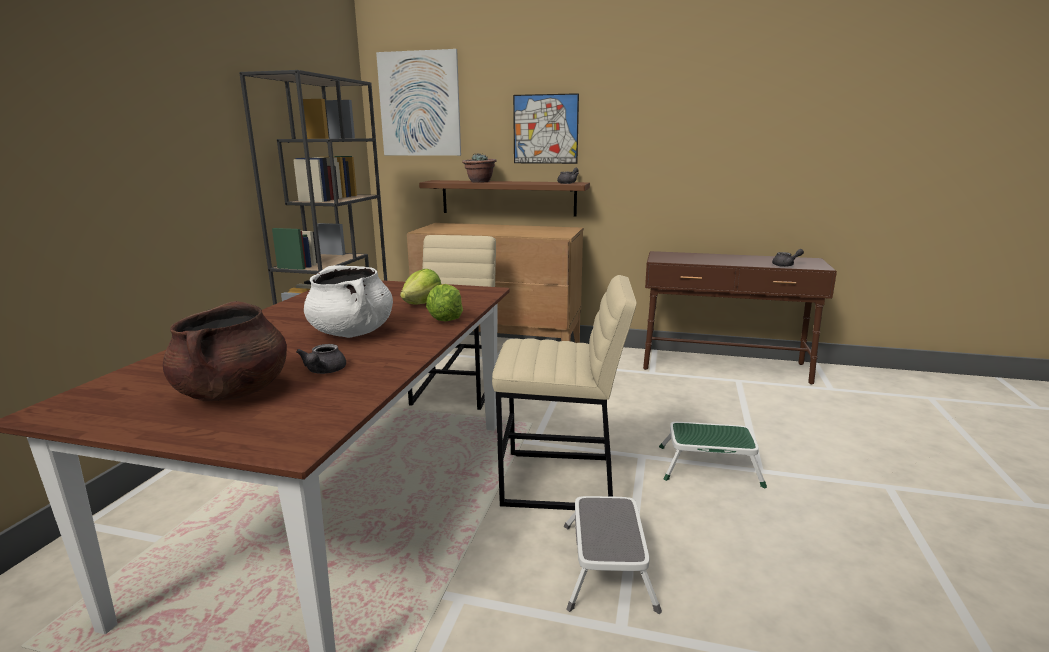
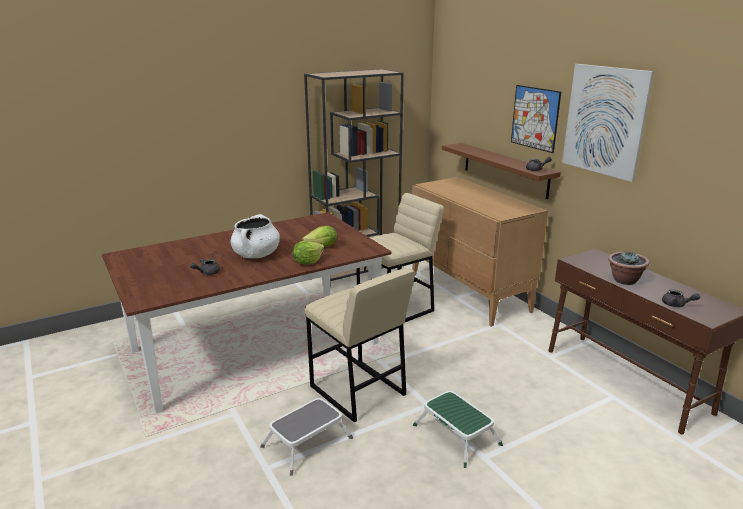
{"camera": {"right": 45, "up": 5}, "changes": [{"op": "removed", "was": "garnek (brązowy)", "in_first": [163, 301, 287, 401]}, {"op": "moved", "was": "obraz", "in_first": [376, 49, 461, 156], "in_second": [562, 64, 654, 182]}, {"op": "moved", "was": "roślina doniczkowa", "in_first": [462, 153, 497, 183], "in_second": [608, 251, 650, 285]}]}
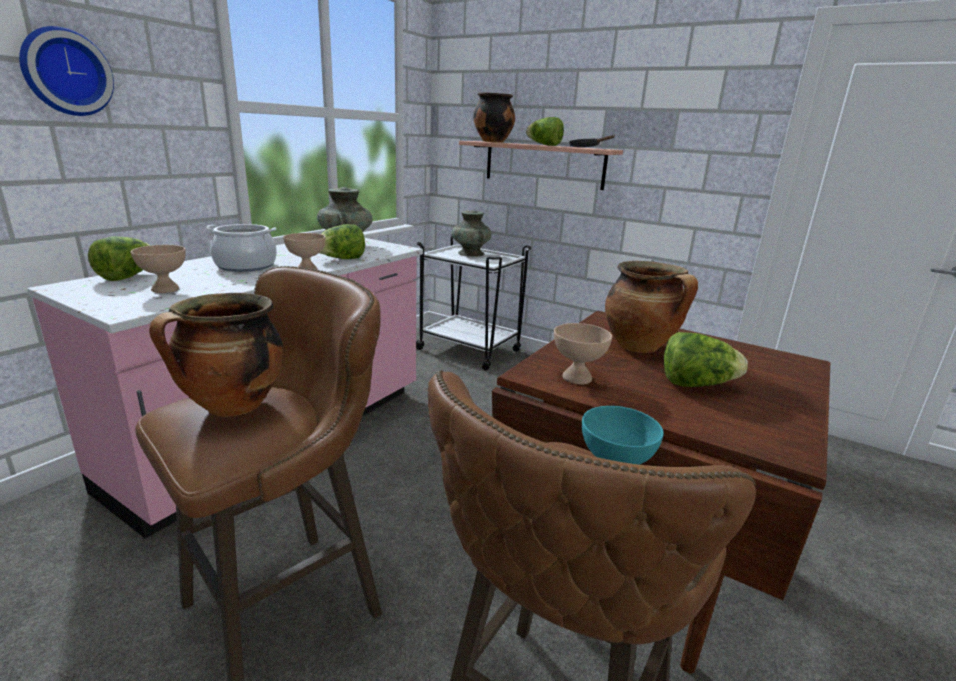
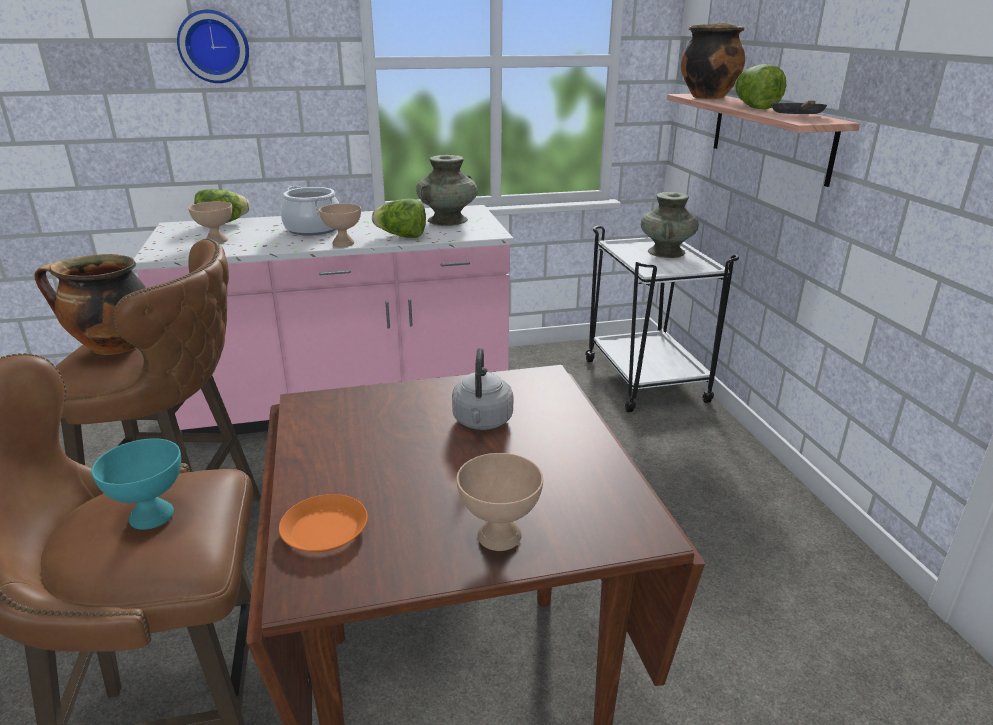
{"camera": {"right": 45, "up": 5}, "changes": [{"op": "removed", "was": "sałata", "in_first": [664, 332, 748, 387]}, {"op": "added", "now": "talerz (pomarańczowy)", "in_second": [279, 494, 368, 552]}, {"op": "moved", "was": "miska (beżowy)", "in_first": [554, 323, 612, 385], "in_second": [457, 453, 543, 551]}, {"op": "replaced", "was": "garnek", "now": "czajnik (szary)", "in_first": [605, 261, 698, 353], "in_second": [452, 348, 513, 430]}]}
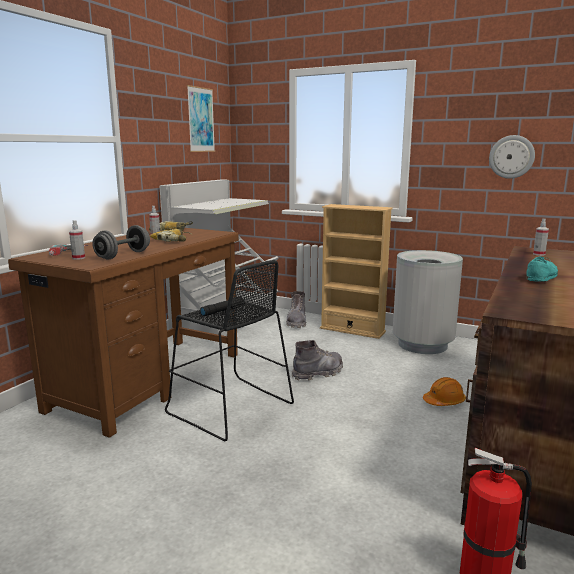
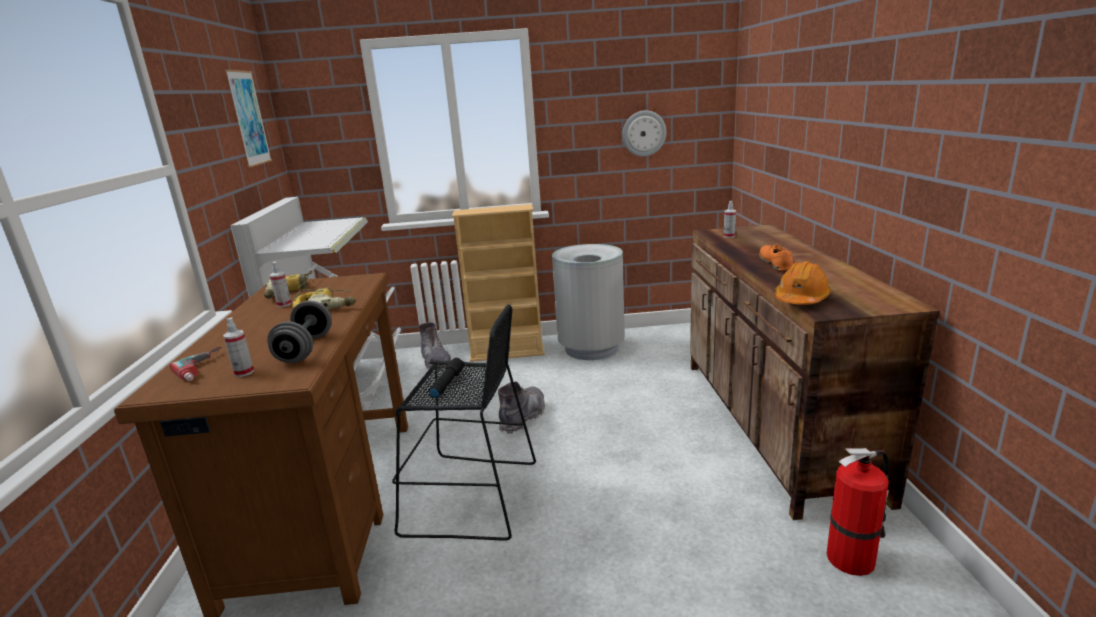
{"camera": {"right": -30, "up": 5}, "changes": [{"op": "moved", "was": "kask (pomarańczowy)", "in_first": [423, 377, 466, 406], "in_second": [775, 261, 831, 305]}, {"op": "recoloured", "was": "but (turkusowy)", "now": "but (pomarańczowy)", "in_first": [526, 256, 558, 282], "in_second": [759, 244, 793, 271]}]}
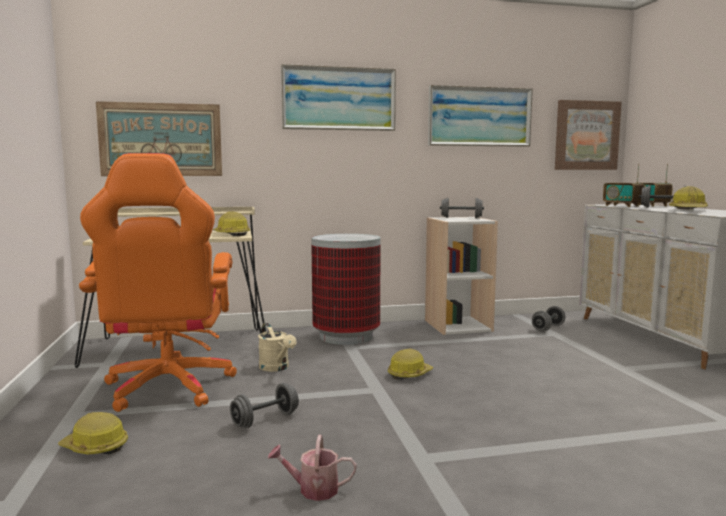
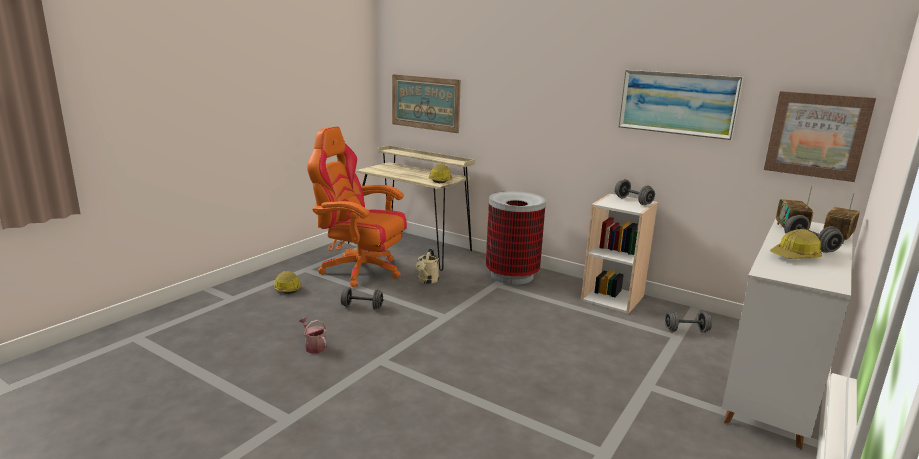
{"camera": {"right": 45, "up": 10}, "changes": [{"op": "removed", "was": "obraz", "in_first": [281, 64, 396, 131]}, {"op": "removed", "was": "kask", "in_first": [388, 349, 433, 380]}, {"op": "turned", "was": "krzesło biurowe (pomarańczowy)", "in_first": [79, 153, 237, 412], "in_second": [307, 127, 407, 287], "clockwise": 75}]}
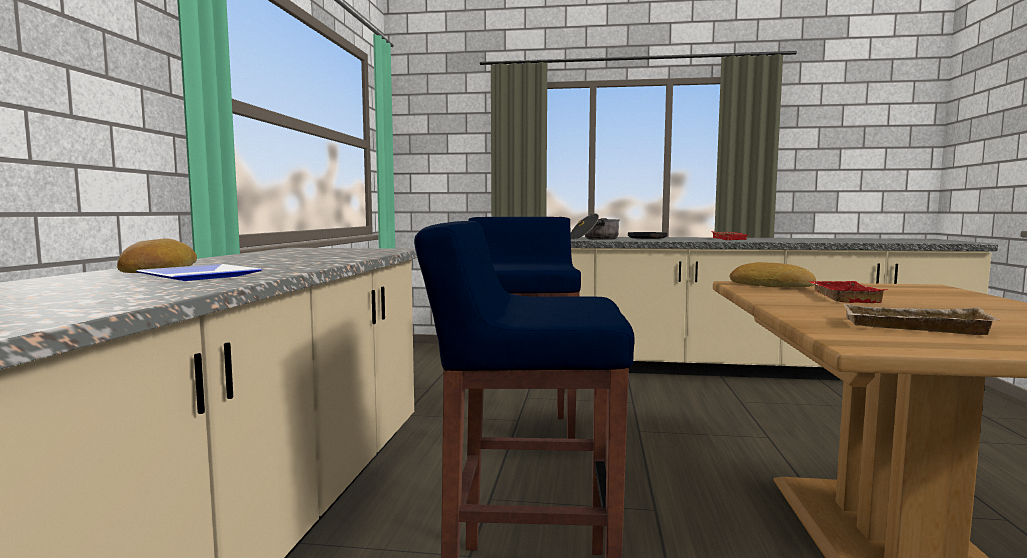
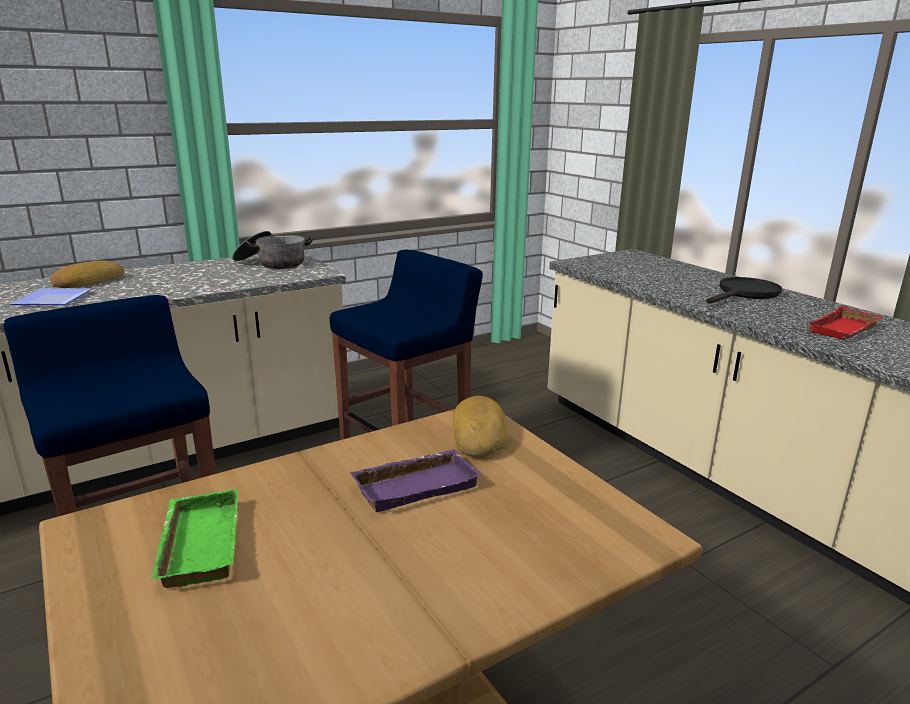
{"camera": {"right": 50, "up": 15}, "changes": [{"op": "moved", "was": "garnek", "in_first": [571, 213, 620, 240], "in_second": [232, 231, 313, 269]}, {"op": "recoloured", "was": "taca (czerwony)", "now": "taca (fioletowy)", "in_first": [808, 281, 888, 303], "in_second": [350, 449, 481, 512]}, {"op": "recoloured", "was": "taca (beżowy)", "now": "taca (zielony)", "in_first": [843, 303, 1000, 335], "in_second": [151, 489, 238, 588]}]}
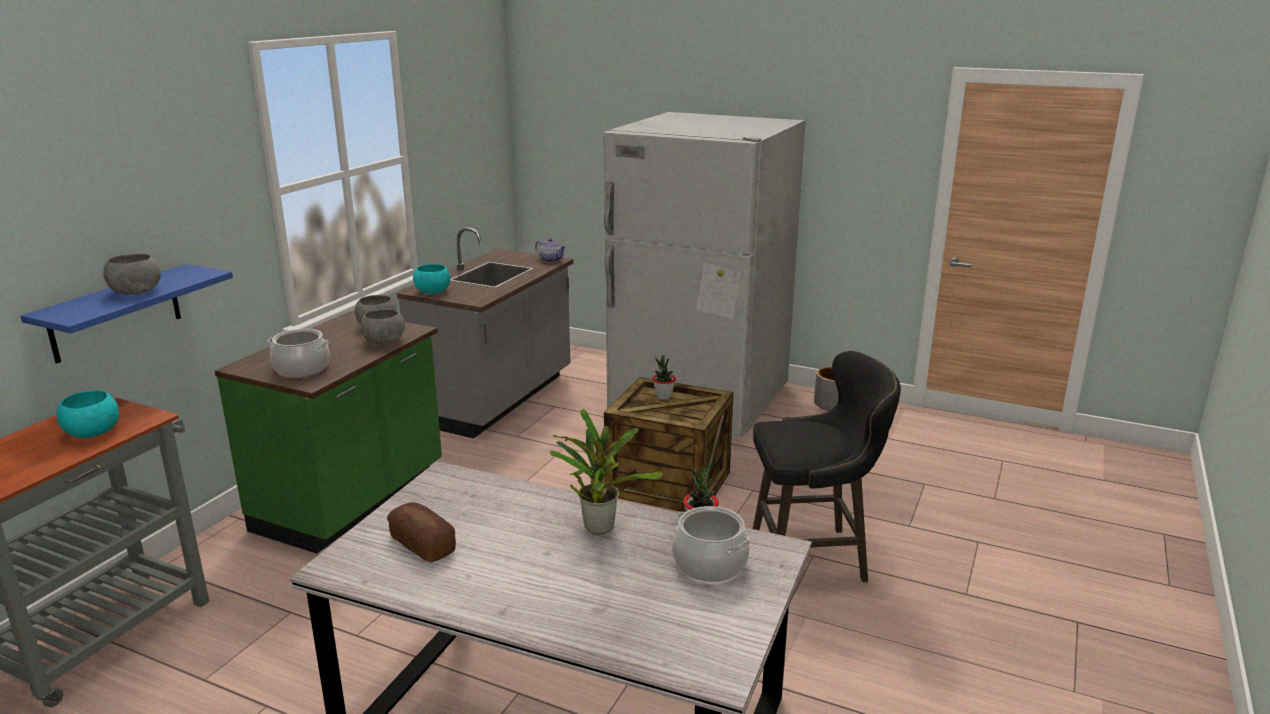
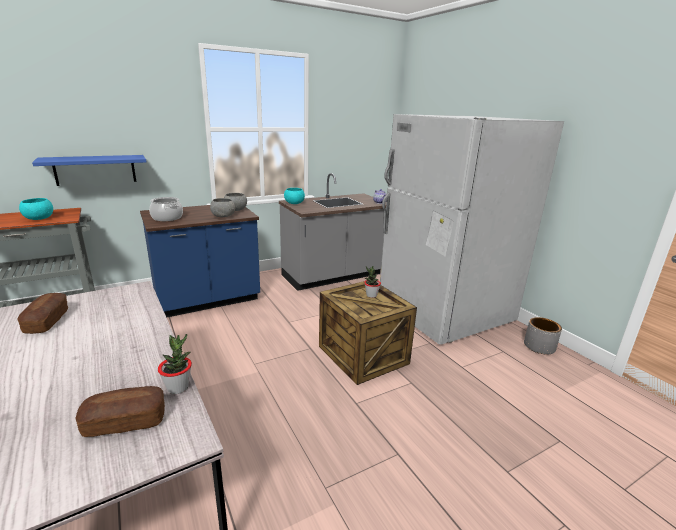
{"camera": {"right": 35, "up": 0}, "changes": [{"op": "removed", "was": "miska (szary)", "in_first": [103, 253, 161, 295]}, {"op": "removed", "was": "roślina doniczkowa", "in_first": [550, 409, 663, 534]}, {"op": "removed", "was": "stołek (czarny)", "in_first": [753, 350, 901, 582]}, {"op": "replaced", "was": "garnek", "now": "chleb", "in_first": [672, 506, 750, 582], "in_second": [75, 386, 165, 437]}, {"op": "recoloured", "was": "zabudowa kuchenna (zielony)", "now": "zabudowa kuchenna (niebieski)", "in_first": [215, 312, 442, 554], "in_second": [140, 205, 260, 318]}]}
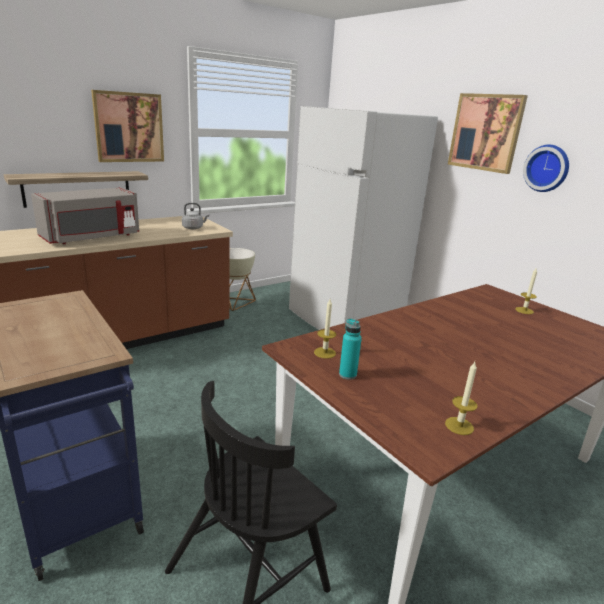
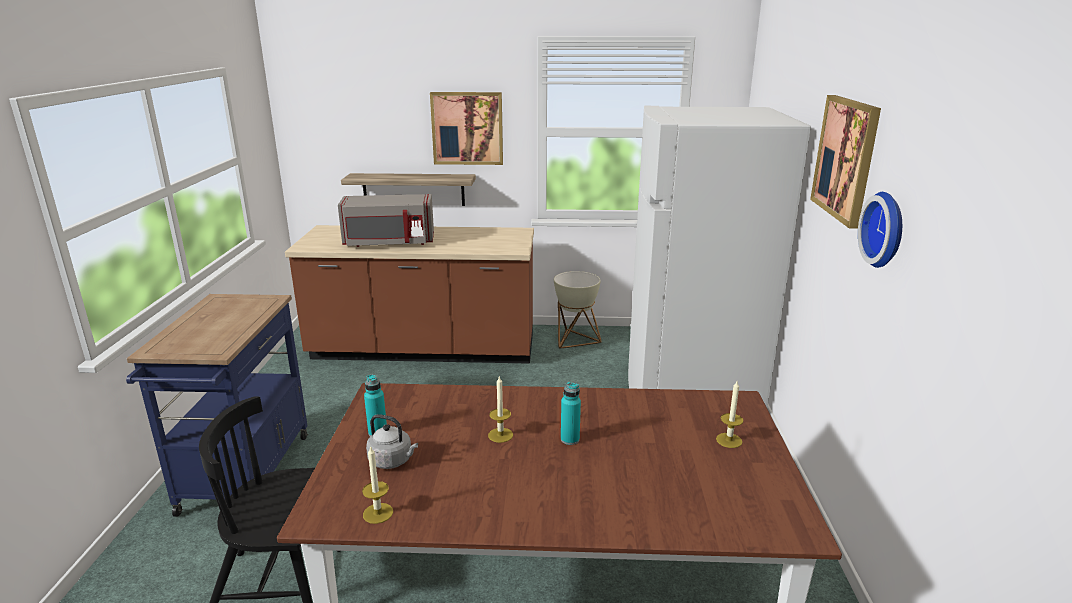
{"camera": {"right": 40, "up": 0}, "changes": [{"op": "added", "now": "butelka (turkusowy)", "in_second": [561, 382, 581, 445]}, {"op": "moved", "was": "czajnik (szary)", "in_first": [182, 203, 209, 229], "in_second": [366, 414, 418, 469]}, {"op": "moved", "was": "świeca", "in_first": [314, 299, 336, 359], "in_second": [488, 376, 513, 443]}]}
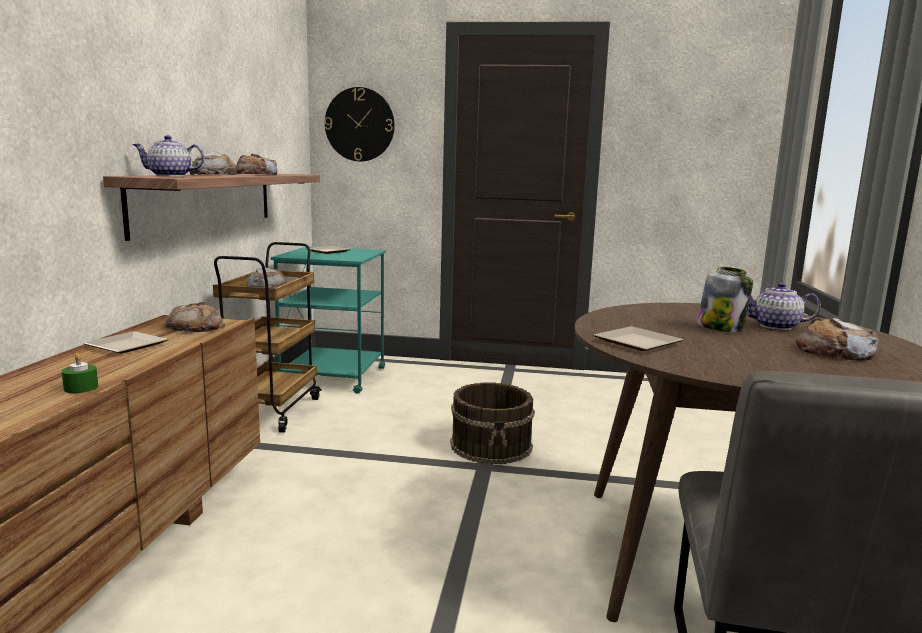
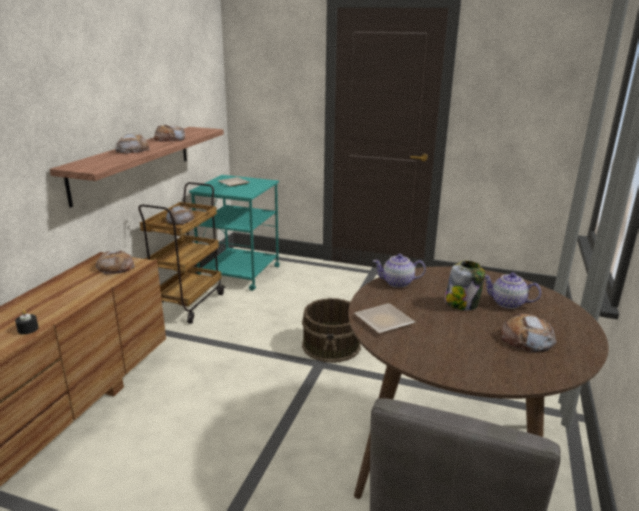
{"camera": {"right": 10, "up": 10}, "changes": [{"op": "removed", "was": "talerz", "in_first": [83, 331, 168, 354]}, {"op": "removed", "was": "zegar ścienny", "in_first": [324, 87, 395, 161]}, {"op": "moved", "was": "imbryk", "in_first": [132, 135, 204, 176], "in_second": [373, 254, 426, 288]}, {"op": "recoloured", "was": "świeca (zielony)", "now": "świeca (czarny)", "in_first": [62, 353, 98, 393], "in_second": [15, 310, 39, 334]}]}
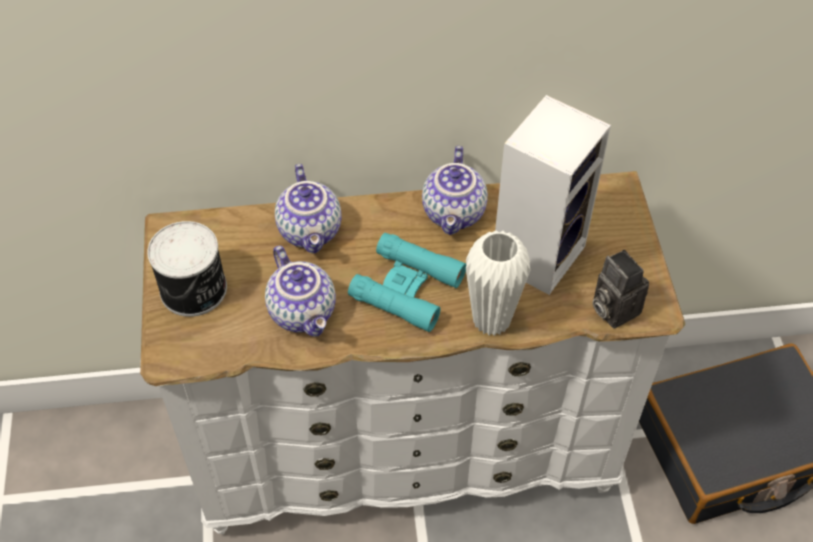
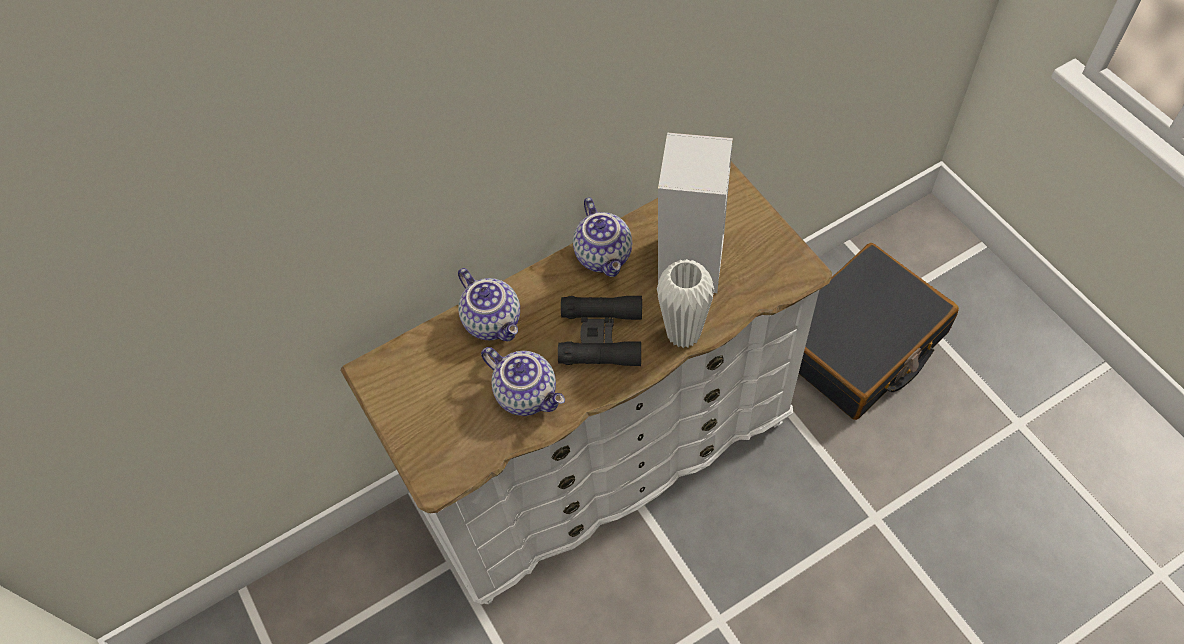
{"camera": {"right": -20, "up": 5}, "changes": [{"op": "removed", "was": "puszka", "in_first": [147, 221, 227, 317]}, {"op": "removed", "was": "aparat fotograficzny", "in_first": [593, 250, 649, 328]}, {"op": "recoloured", "was": "lornetka (turkusowy)", "now": "lornetka (czarny)", "in_first": [348, 233, 466, 332], "in_second": [558, 296, 642, 366]}]}
